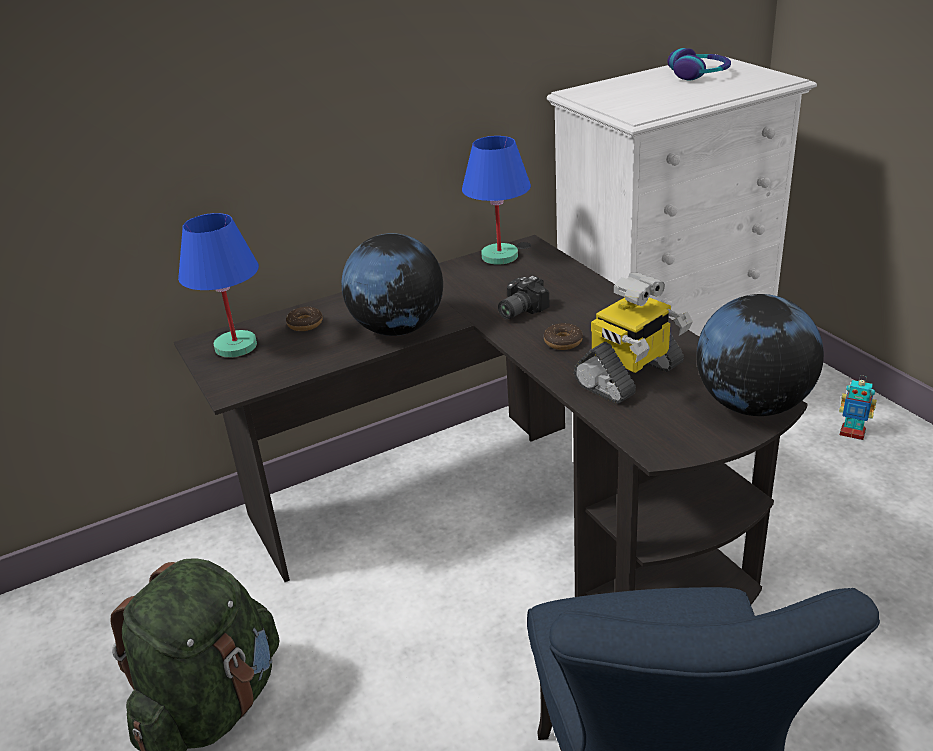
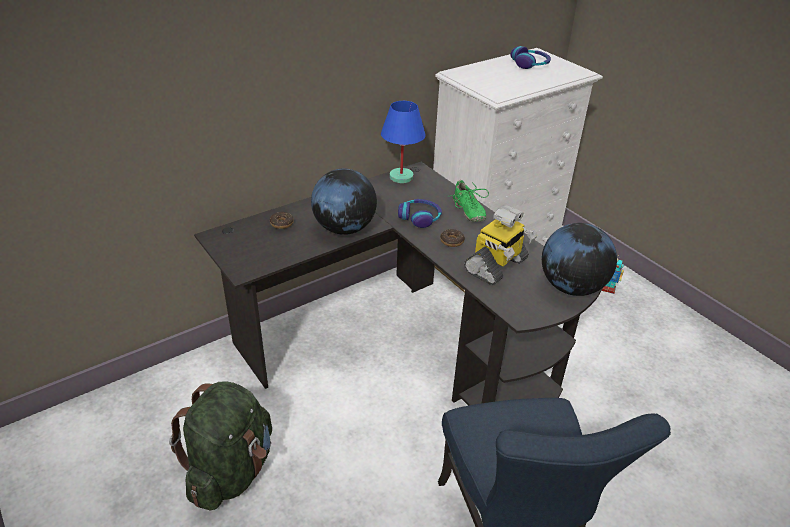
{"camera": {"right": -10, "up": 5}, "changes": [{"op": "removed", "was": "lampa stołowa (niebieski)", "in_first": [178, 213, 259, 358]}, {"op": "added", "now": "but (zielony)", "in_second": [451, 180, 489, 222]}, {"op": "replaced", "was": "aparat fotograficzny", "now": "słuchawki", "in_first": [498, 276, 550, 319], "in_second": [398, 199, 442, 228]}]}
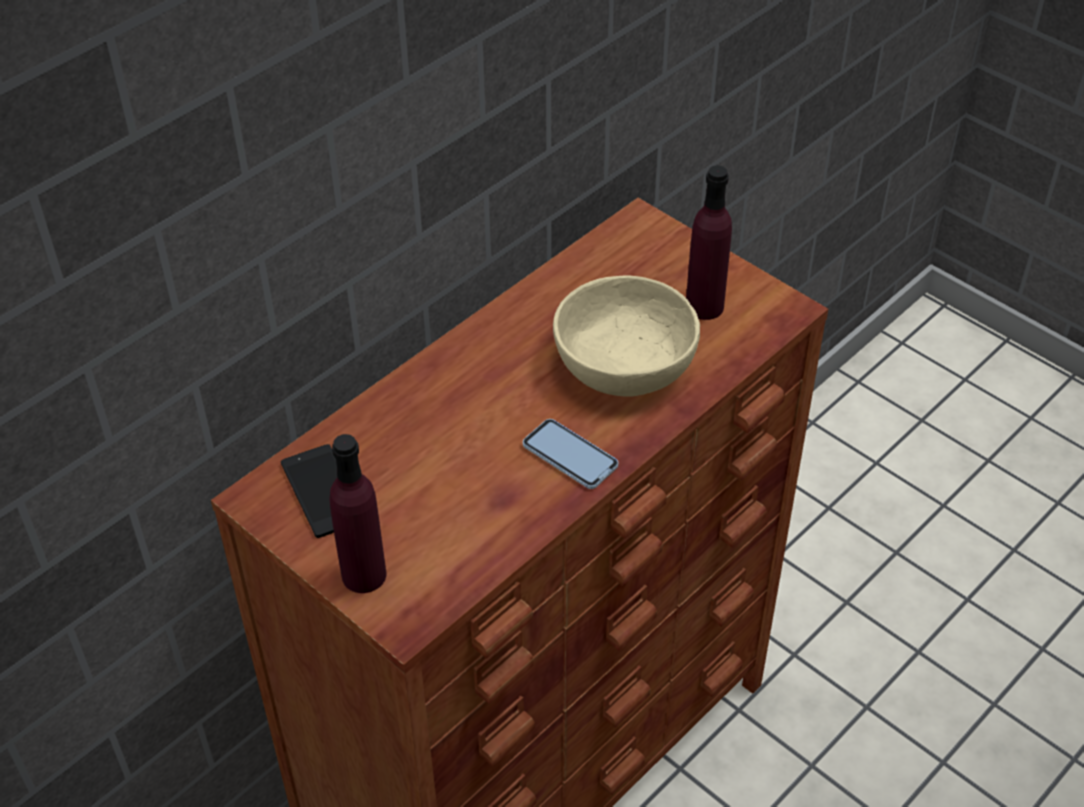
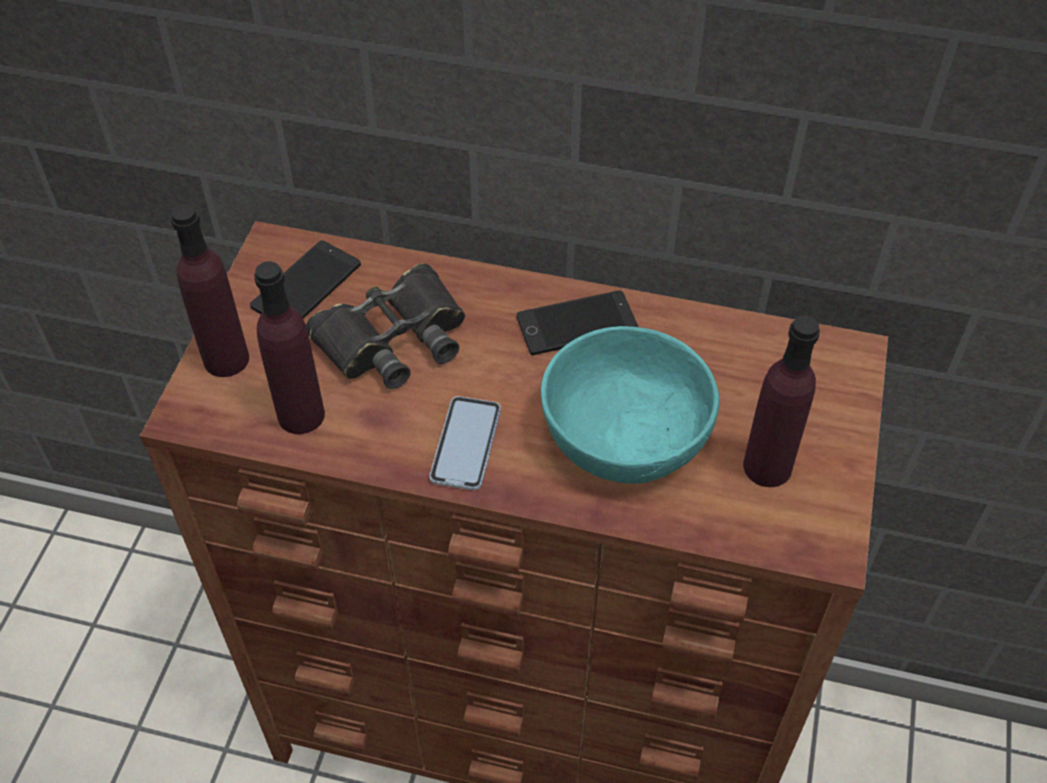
{"camera": {"right": 60, "up": 5}, "changes": [{"op": "added", "now": "butelka (fioletowy)", "in_second": [254, 261, 325, 434]}, {"op": "added", "now": "lornetka (czarny)", "in_second": [306, 263, 465, 389]}, {"op": "added", "now": "telefon", "in_second": [517, 290, 638, 355]}, {"op": "recoloured", "was": "miska (beżowy)", "now": "miska (turkusowy)", "in_first": [553, 276, 700, 396], "in_second": [541, 326, 720, 484]}]}
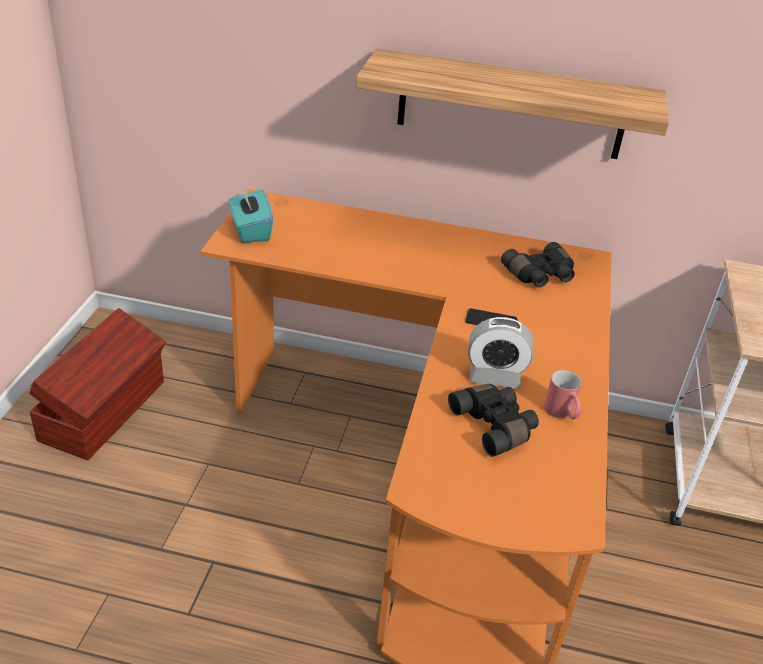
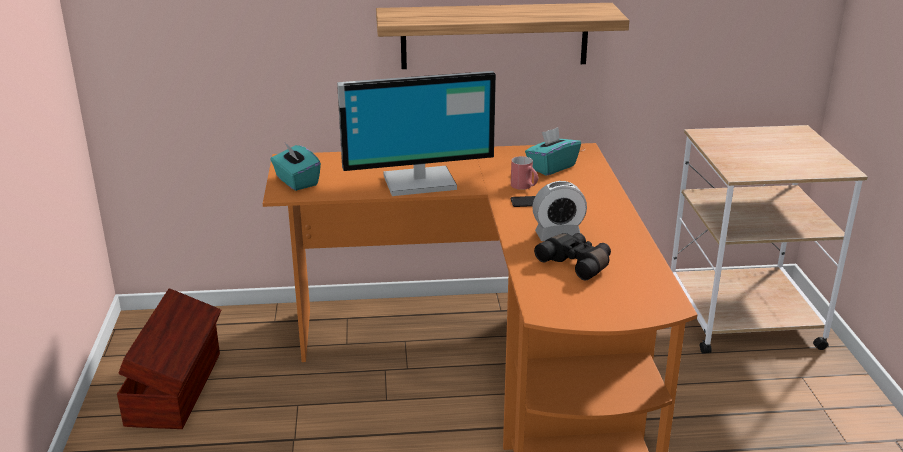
{"camera": {"right": -15, "up": -10}, "changes": [{"op": "added", "now": "monitor", "in_second": [337, 71, 496, 196]}, {"op": "moved", "was": "kubek (czerwony)", "in_first": [544, 370, 582, 420], "in_second": [511, 156, 538, 190]}, {"op": "replaced", "was": "lornetka (czarny)", "now": "pudełko chusteczek (turkusowy)", "in_first": [501, 242, 575, 287], "in_second": [525, 127, 581, 176]}]}
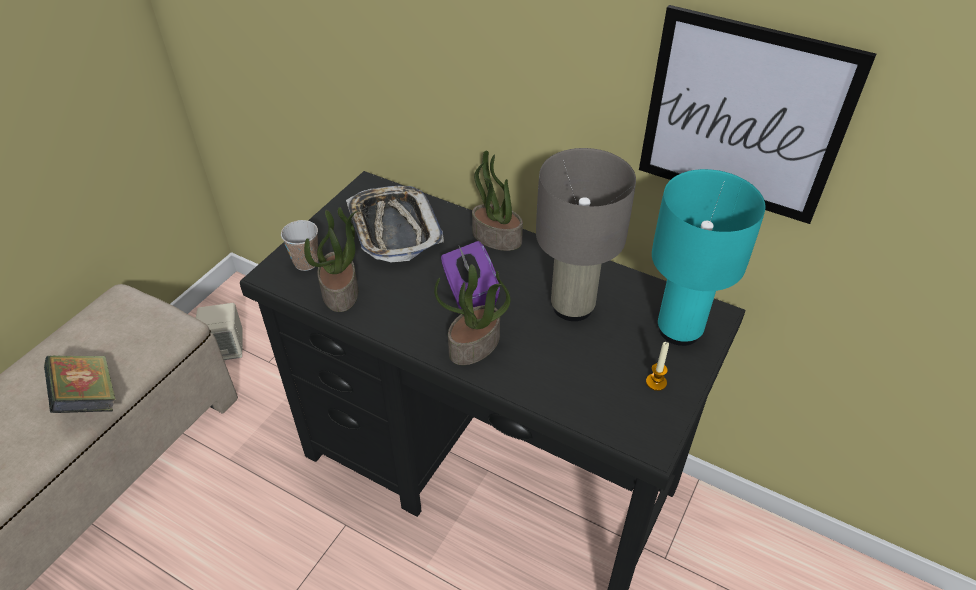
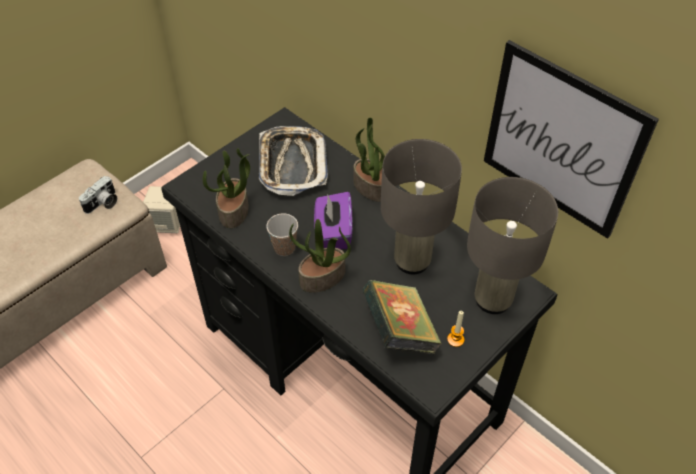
{"camera": {"right": 15, "up": 5}, "changes": [{"op": "added", "now": "aparat fotograficzny", "in_second": [79, 176, 118, 214]}, {"op": "moved", "was": "książka", "in_first": [44, 355, 116, 413], "in_second": [362, 280, 442, 355]}, {"op": "moved", "was": "filiżanka", "in_first": [281, 220, 318, 271], "in_second": [266, 214, 298, 256]}, {"op": "recoloured", "was": "lampa stołowa (turkusowy)", "now": "lampa stołowa (szary)", "in_first": [652, 169, 766, 346], "in_second": [467, 177, 558, 314]}]}
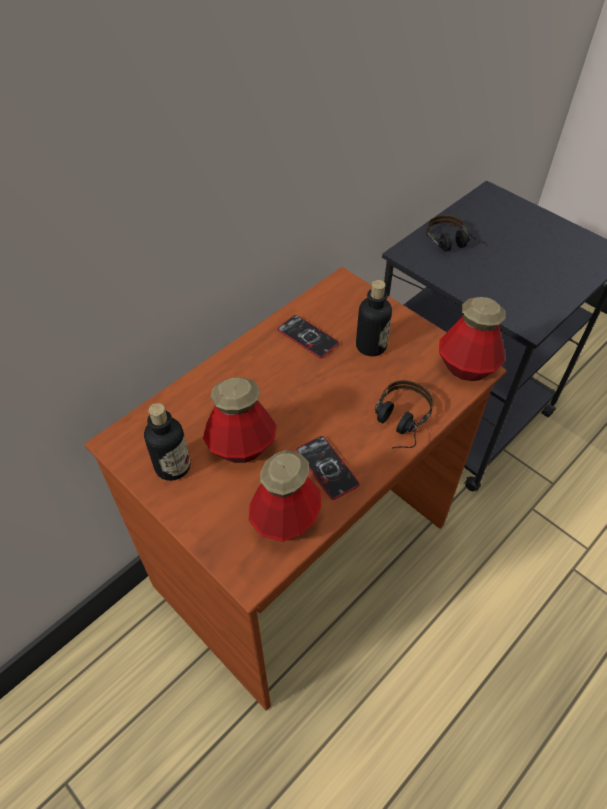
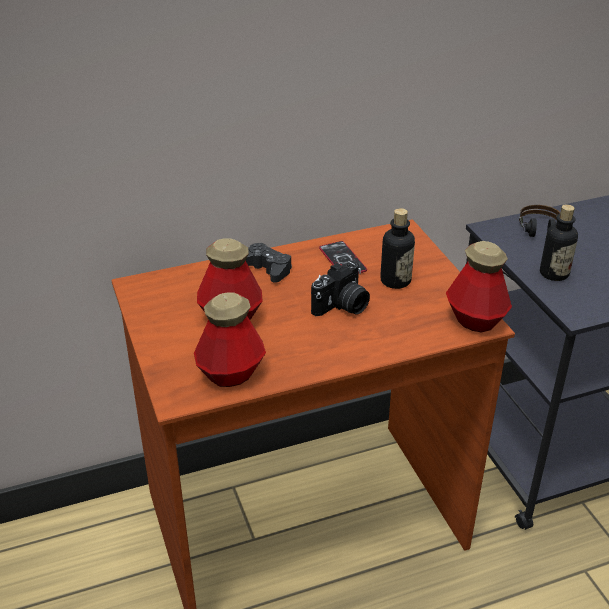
{"camera": {"right": 25, "up": -15}, "changes": [{"op": "removed", "was": "telefon", "in_first": [296, 436, 360, 500]}, {"op": "removed", "was": "słuchawki", "in_first": [375, 380, 434, 449]}, {"op": "added", "now": "pad do gier (czarny)", "in_second": [246, 243, 292, 283]}, {"op": "added", "now": "aparat fotograficzny", "in_second": [311, 261, 370, 316]}, {"op": "moved", "was": "butelka", "in_first": [144, 403, 190, 481], "in_second": [540, 204, 578, 281]}]}
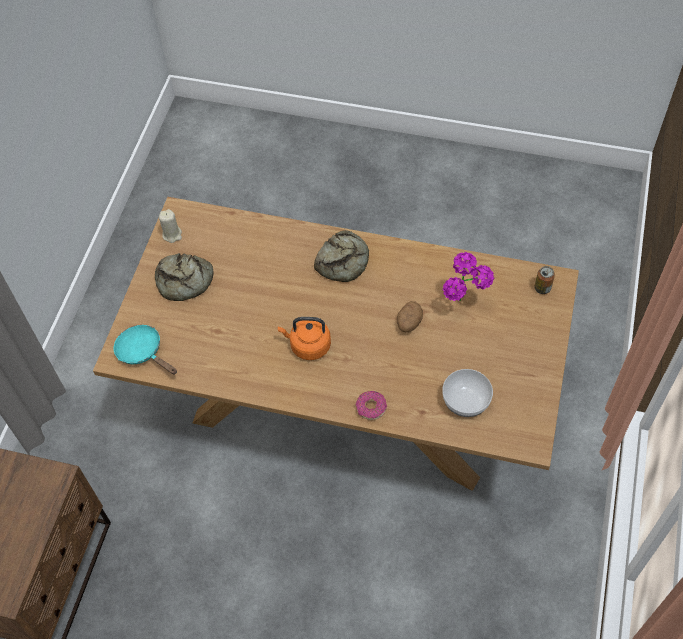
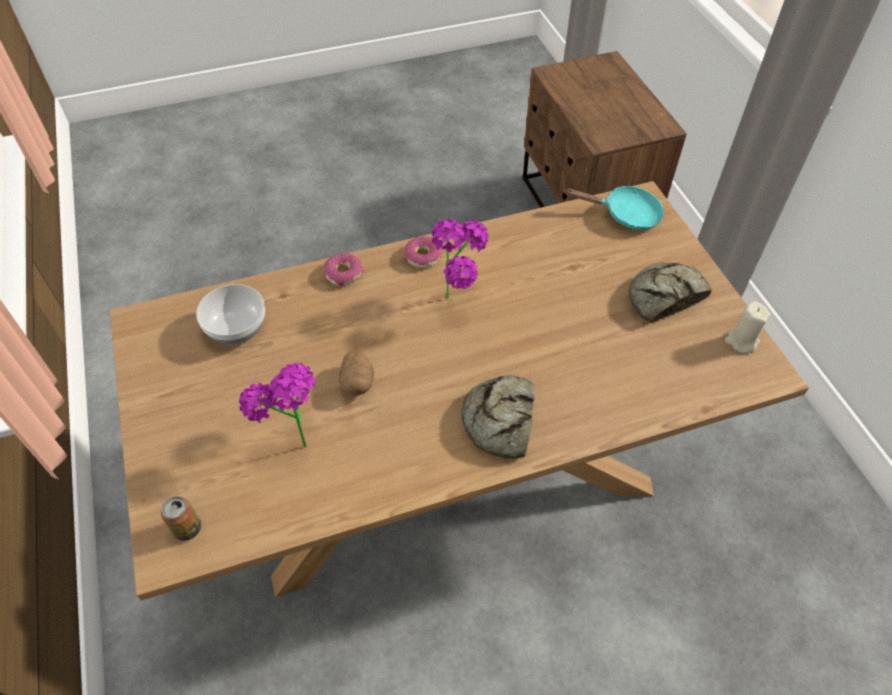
{"camera": {"right": 145, "up": -5}, "changes": [{"op": "added", "now": "donut", "in_second": [404, 236, 442, 268]}, {"op": "replaced", "was": "czajnik (pomarańczowy)", "now": "roślina doniczkowa", "in_first": [278, 317, 331, 360], "in_second": [432, 219, 489, 299]}]}
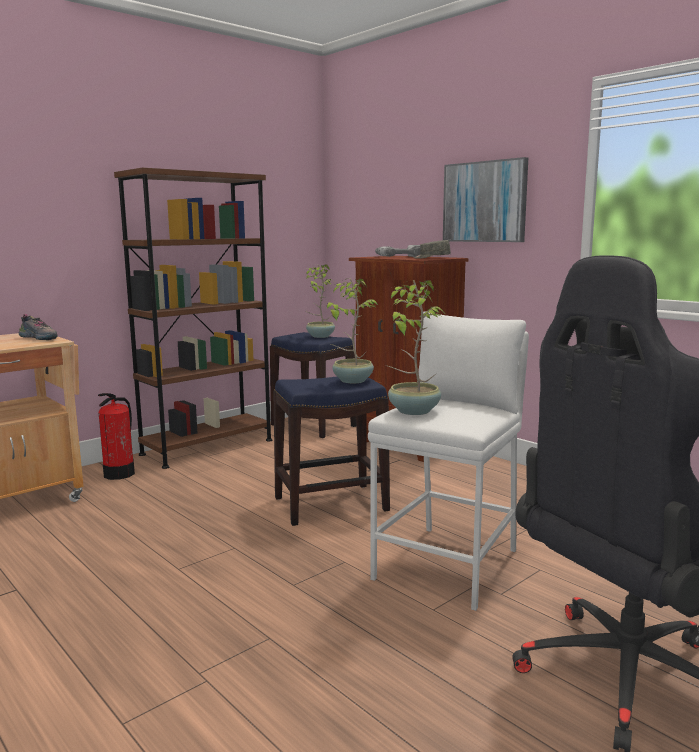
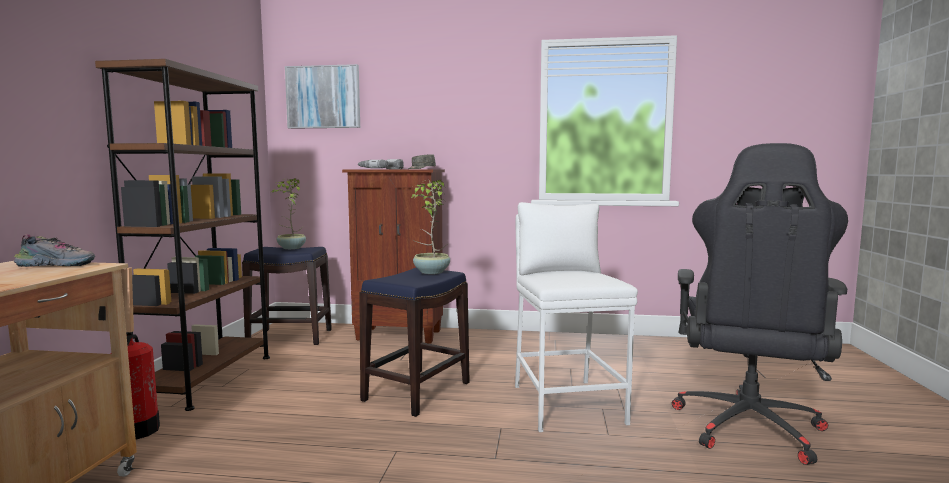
{"camera": {"right": -40, "up": -5}, "changes": [{"op": "removed", "was": "roślina doniczkowa", "in_first": [385, 280, 444, 415]}, {"op": "moved", "was": "obraz", "in_first": [443, 157, 528, 242], "in_second": [285, 64, 360, 129]}]}
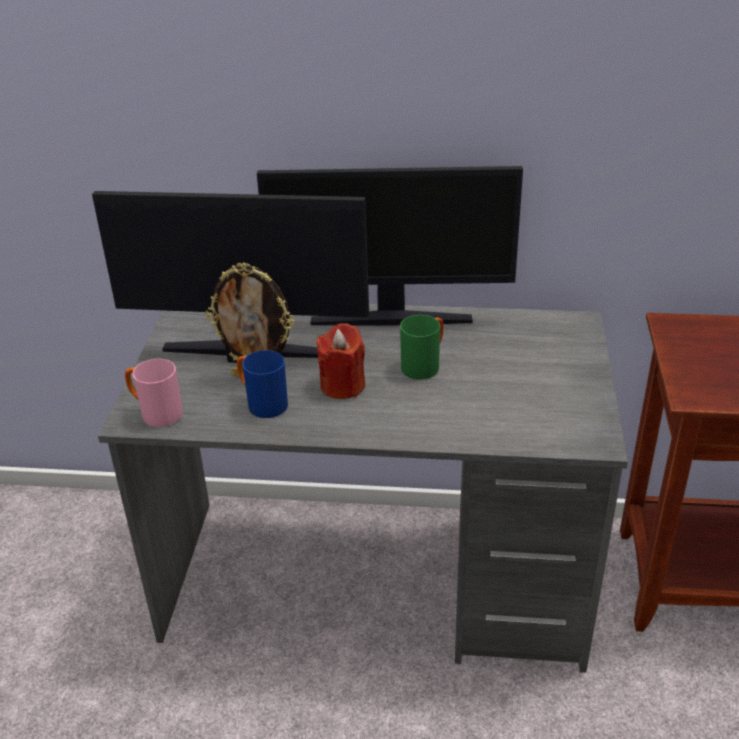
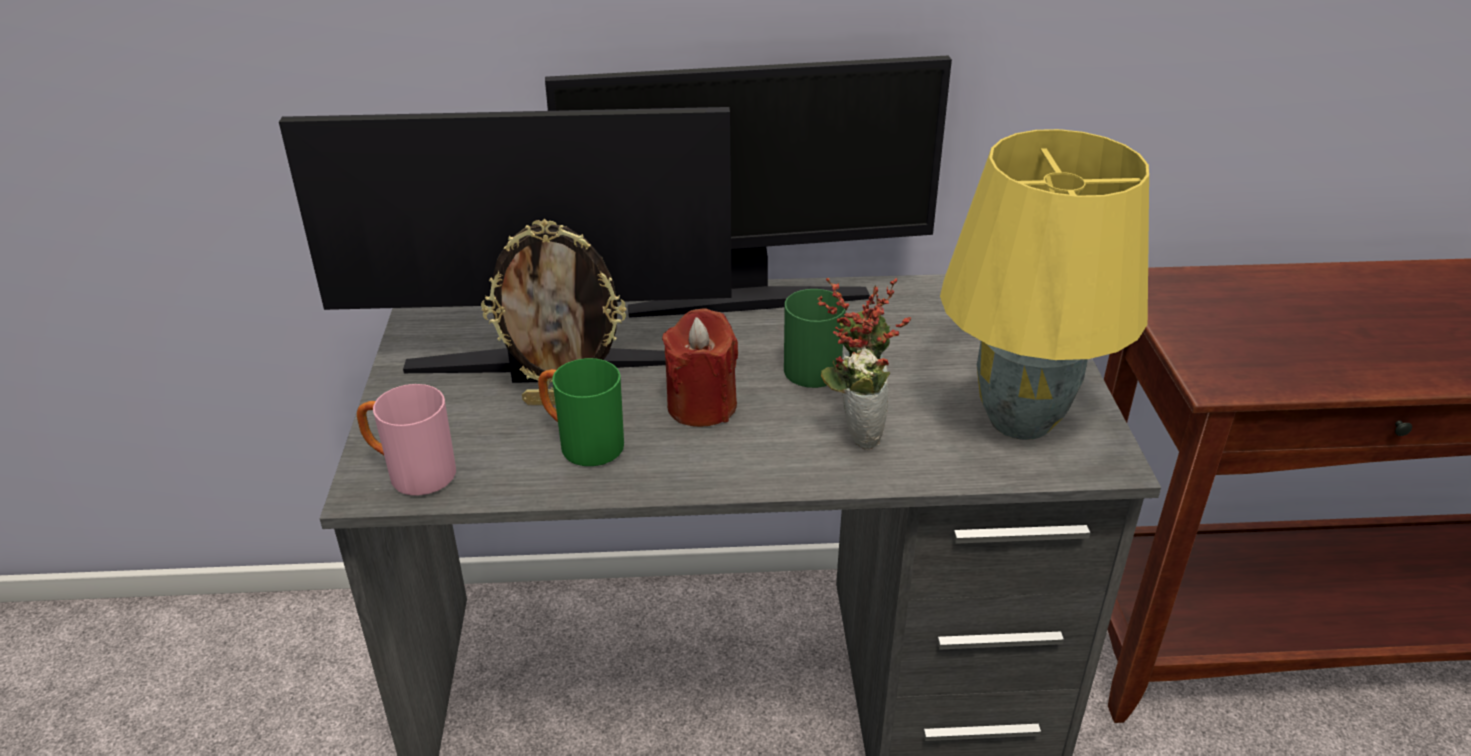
{"camera": {"right": -10, "up": 0}, "changes": [{"op": "added", "now": "roślina doniczkowa", "in_second": [817, 278, 911, 450]}, {"op": "added", "now": "lampa stołowa (żółty)", "in_second": [940, 129, 1149, 440]}, {"op": "recoloured", "was": "kubek (niebieski)", "now": "kubek (zielony)", "in_first": [237, 350, 288, 418], "in_second": [538, 358, 624, 466]}]}
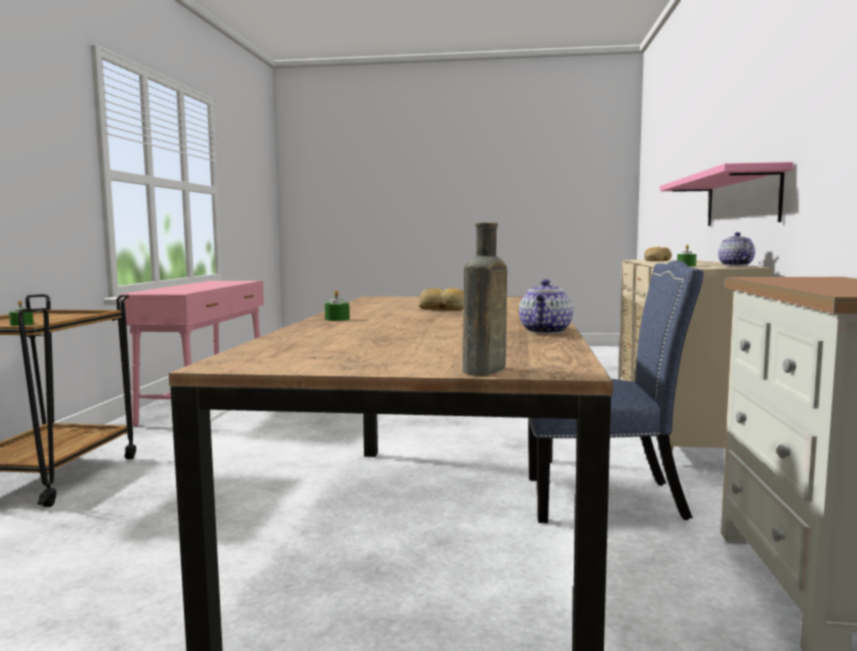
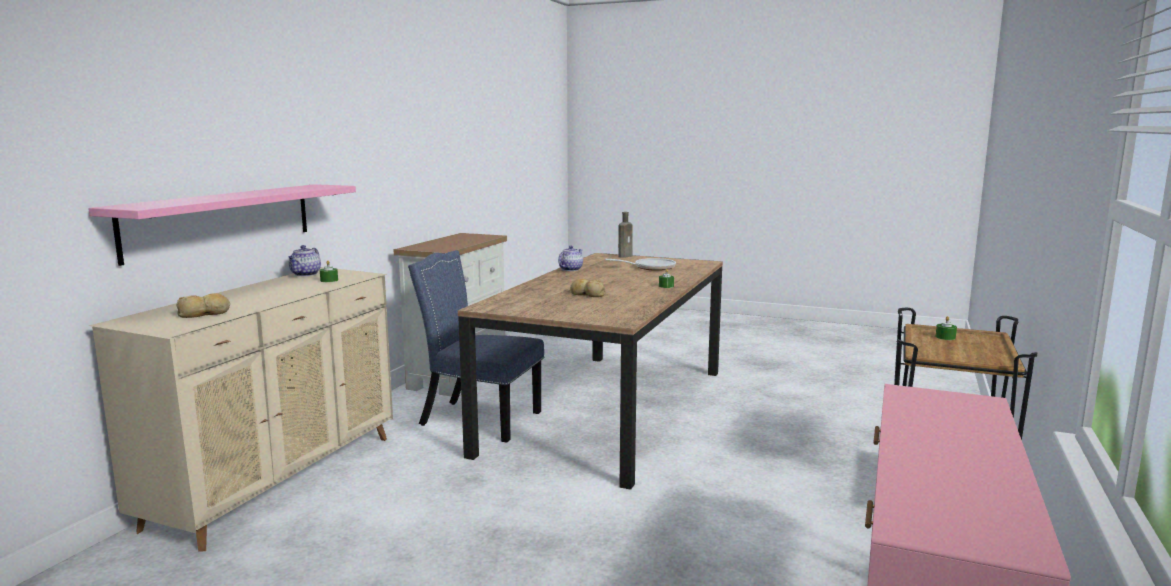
{"camera": {"right": -165, "up": 5}, "changes": [{"op": "added", "now": "patelnia", "in_second": [605, 258, 676, 271]}]}
